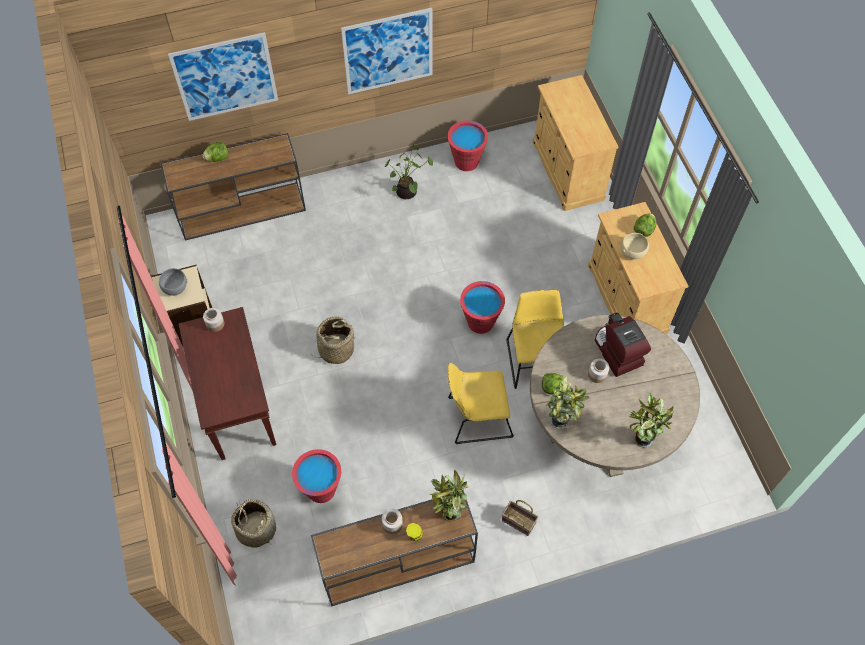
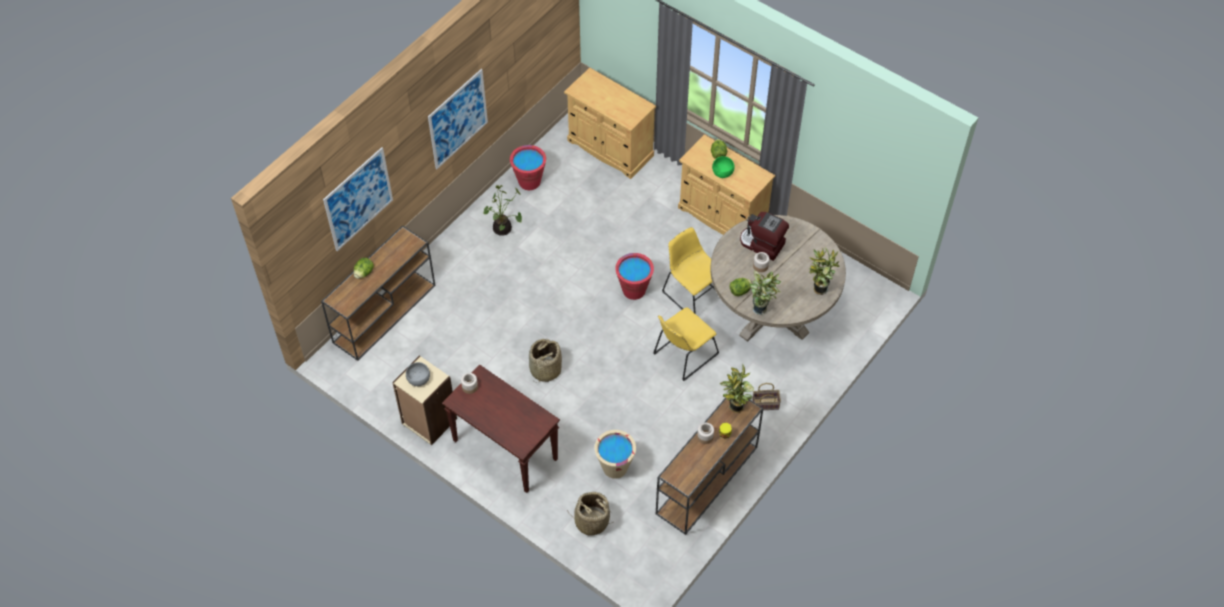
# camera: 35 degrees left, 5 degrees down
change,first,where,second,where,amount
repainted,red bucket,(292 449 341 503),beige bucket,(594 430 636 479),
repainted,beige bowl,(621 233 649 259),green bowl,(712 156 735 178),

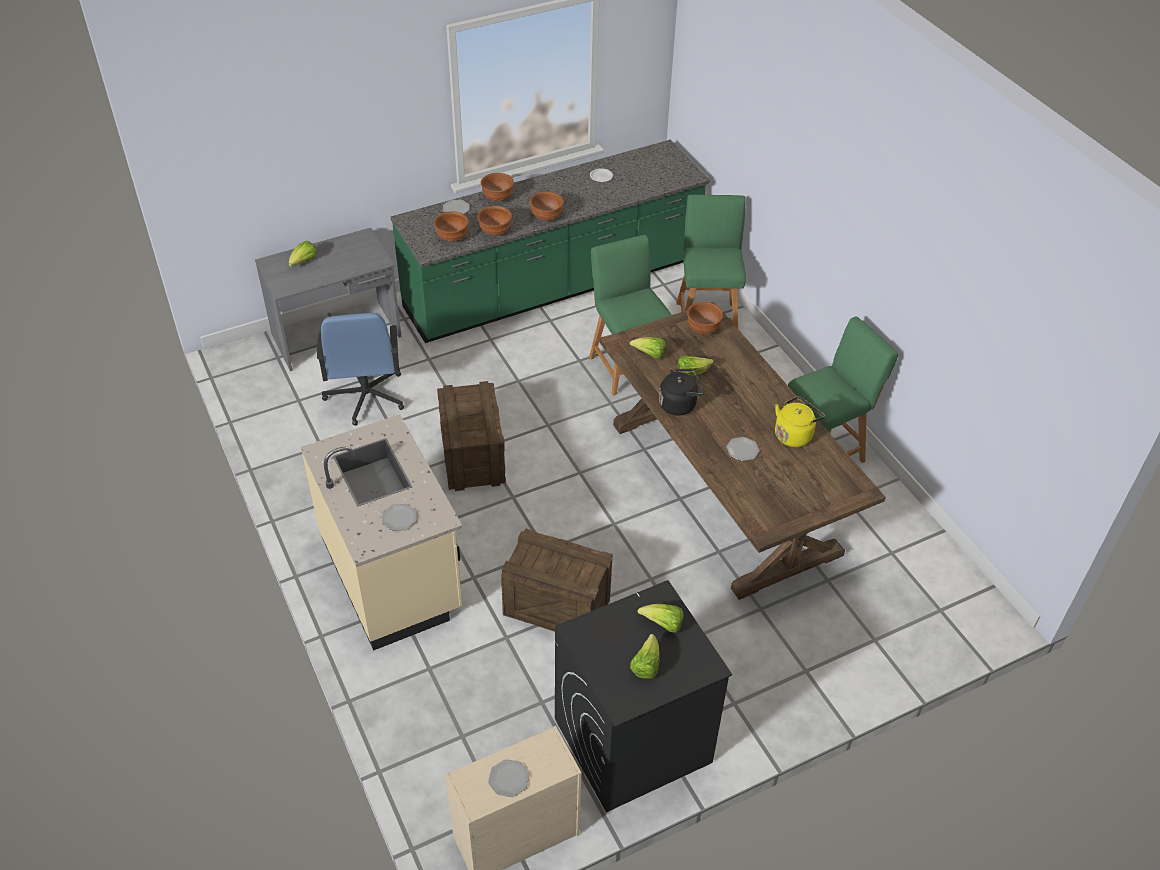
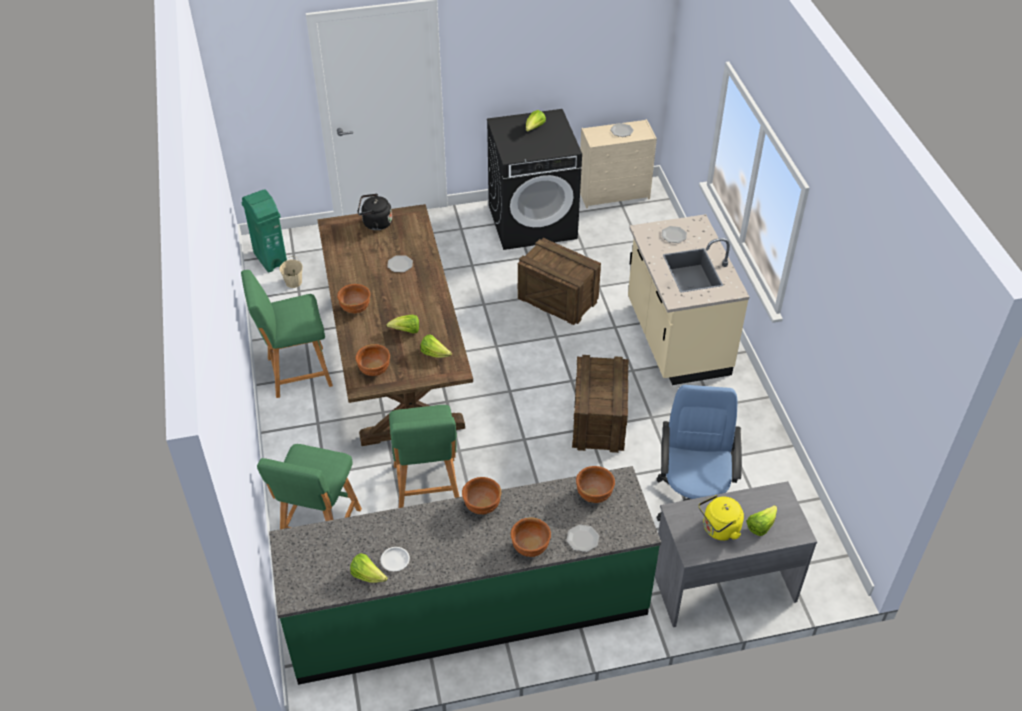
# camera: 165 degrees left, 0 degrees up
change,first,where,second,where,amount
new,,,green trash can,(241 189 287 273),
new,,,beige bucket,(280 257 303 288),
shifted,brown bowl,(478 206 512 236),,(337 284 370 314),
shifted,lettuce,(638 604 684 633),,(350 553 388 583),
shifted,black kettle,(659 369 704 416),,(358 194 392 230),
shifted,yellow kettle,(775 396 825 447),,(699 495 744 541),

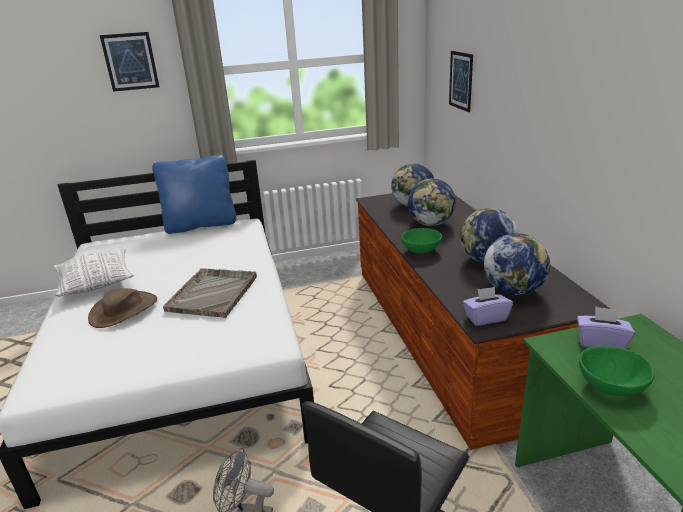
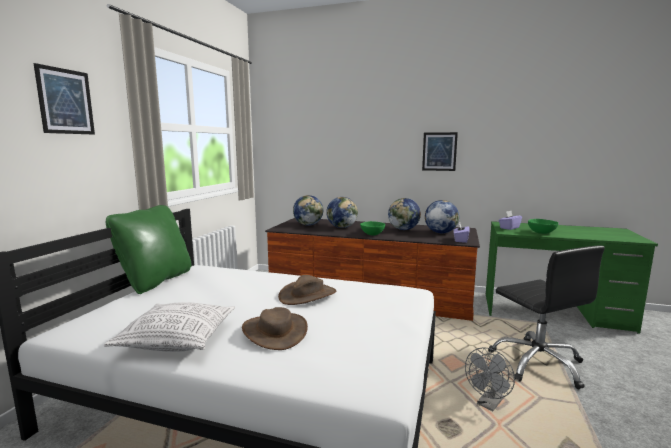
# camera: 60 degrees left, 15 degrees down
change,first,where,second,where,amount
shifted,picture,(449 51 473 112),,(422 132 458 171),
swapped,grey tray,(163 268 257 318),brown hat,(278 275 337 305),
repainted,blue pillow,(152 155 236 234),green pillow,(106 205 192 294),

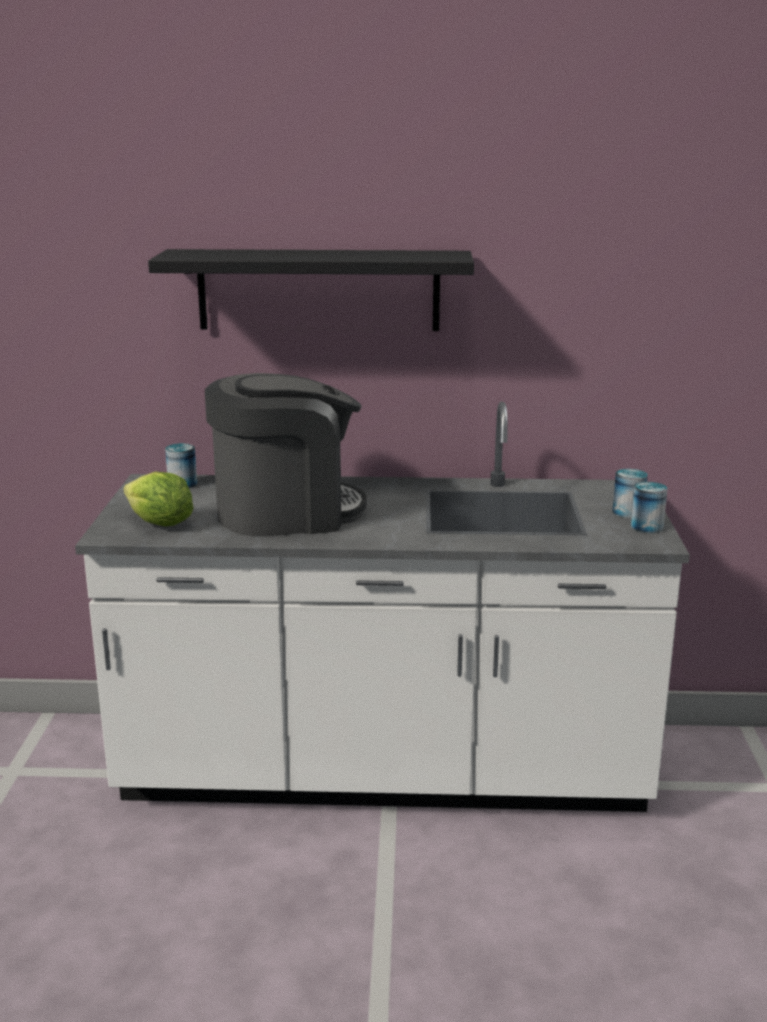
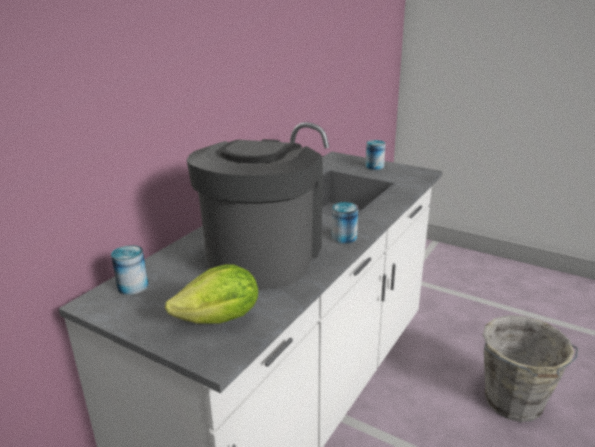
# camera: 60 degrees left, 5 degrees up
change,first,where,second,where,amount
gone,black shelf,(148 249 474 331),,,
new,,,grey bucket,(483 315 578 422),
shifted,can,(631 482 667 533),,(332 202 358 244),

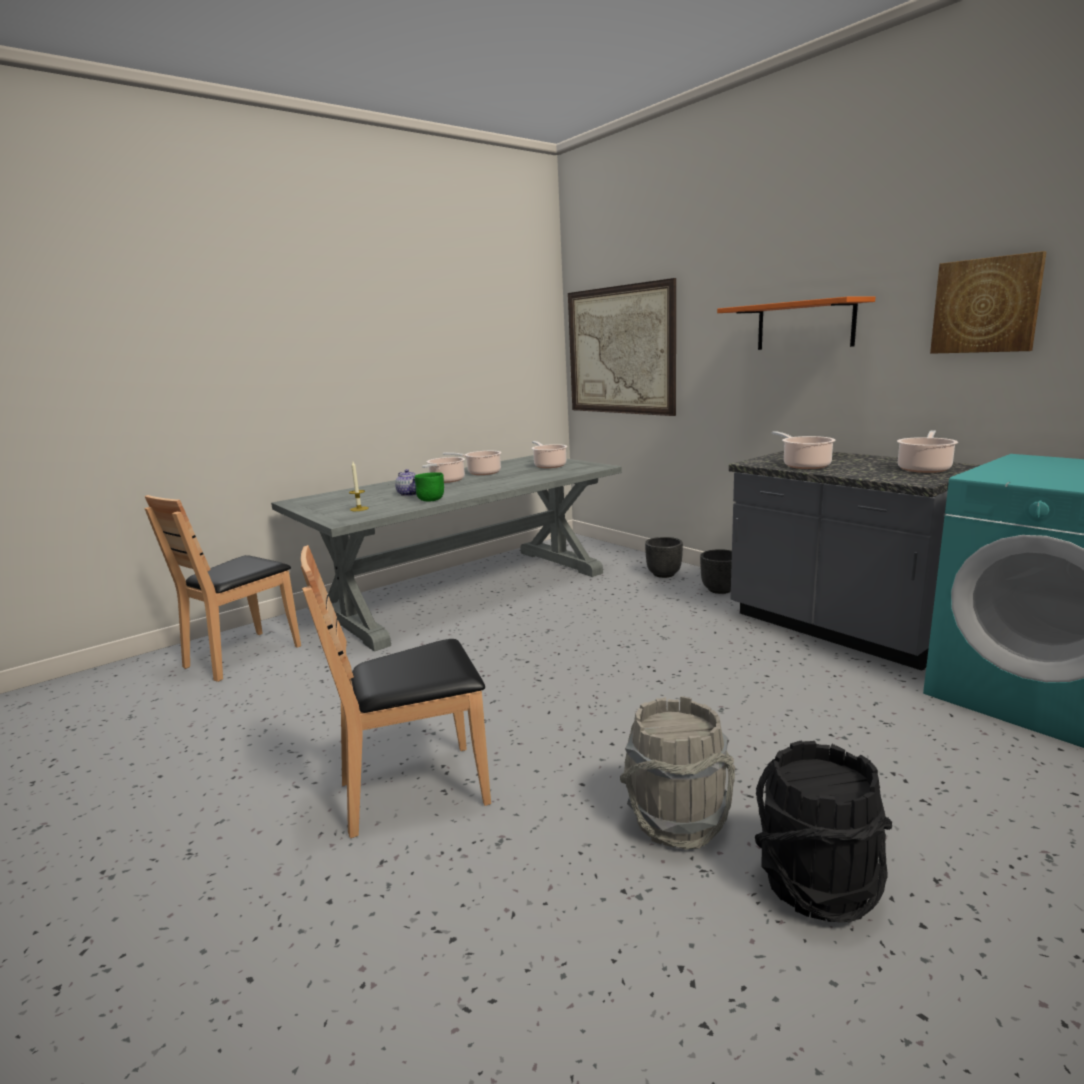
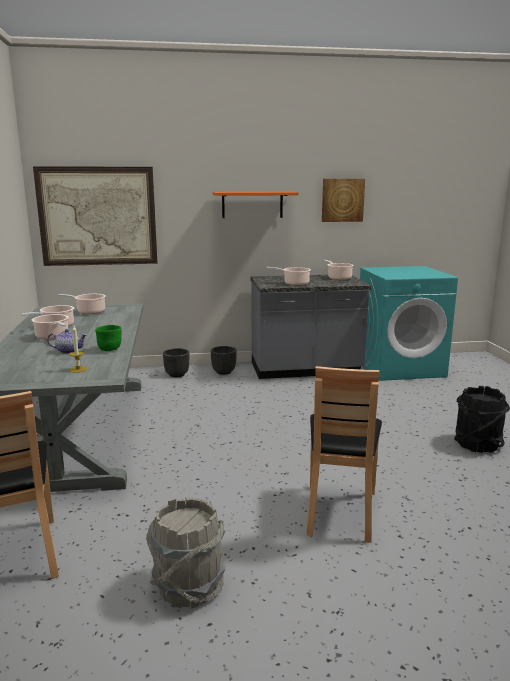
# camera: 60 degrees left, 0 degrees up
change,first,where,second,where,amount
shifted,grey bucket,(620 696 735 849),,(146 498 226 609),

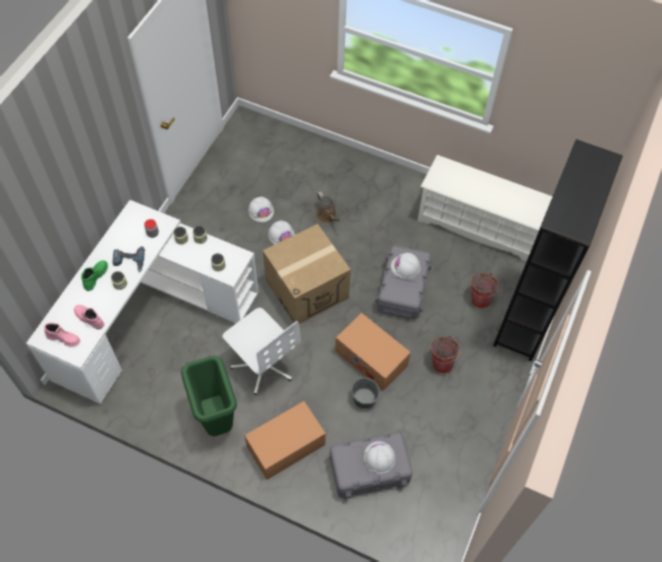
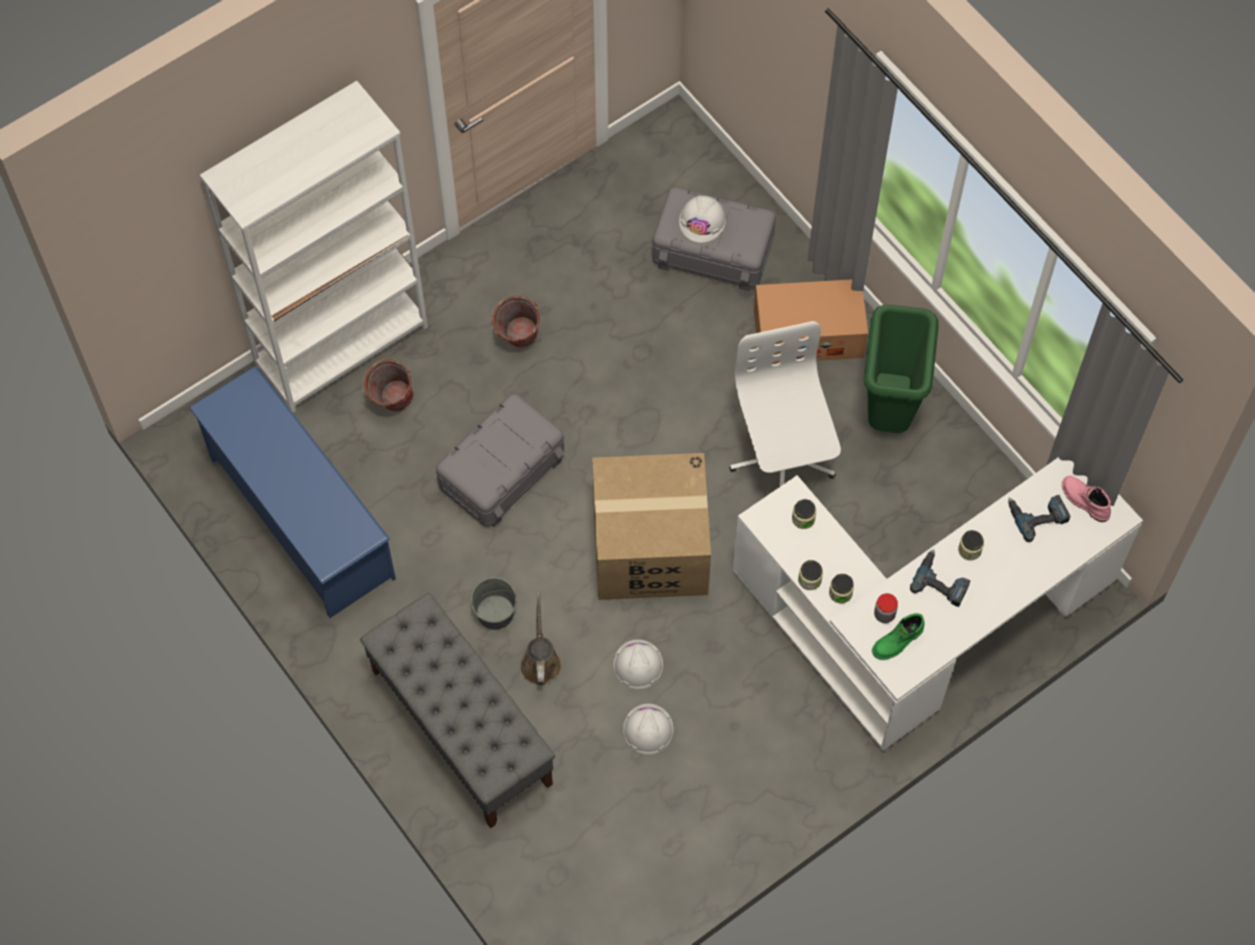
# camera: 150 degrees left, 5 degrees up
change,first,where,second,where,amount
gone,cardboard box,(335 313 411 391),,,
gone,white hard hat,(391 253 421 279),,,
new,,,grey bench,(360 593 555 828),
shifted,green boot,(81 260 108 291),,(872 613 925 660),
shifted,grey bucket,(351 378 380 409),,(471 577 517 630),
swapped,pink boot,(74 305 104 329),power drill,(1008 495 1071 542),
repainted,white shoe rack,(418 155 553 262),blue shoe rack,(189 366 396 618),
repainted,black bookcase,(493 139 623 361),white bookcase,(200 81 428 413),

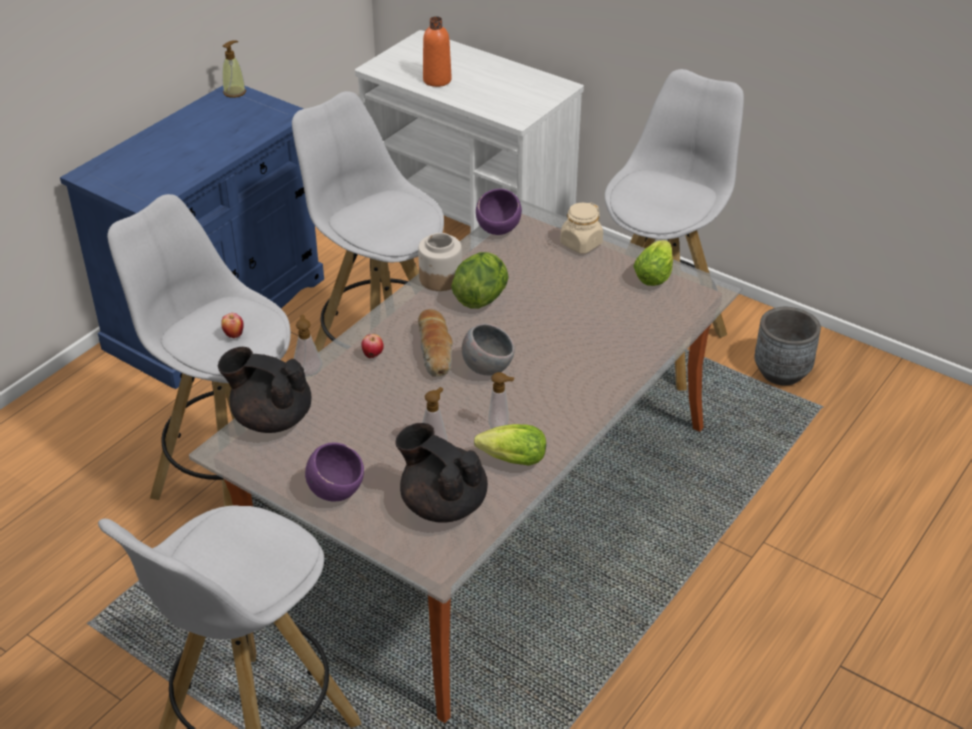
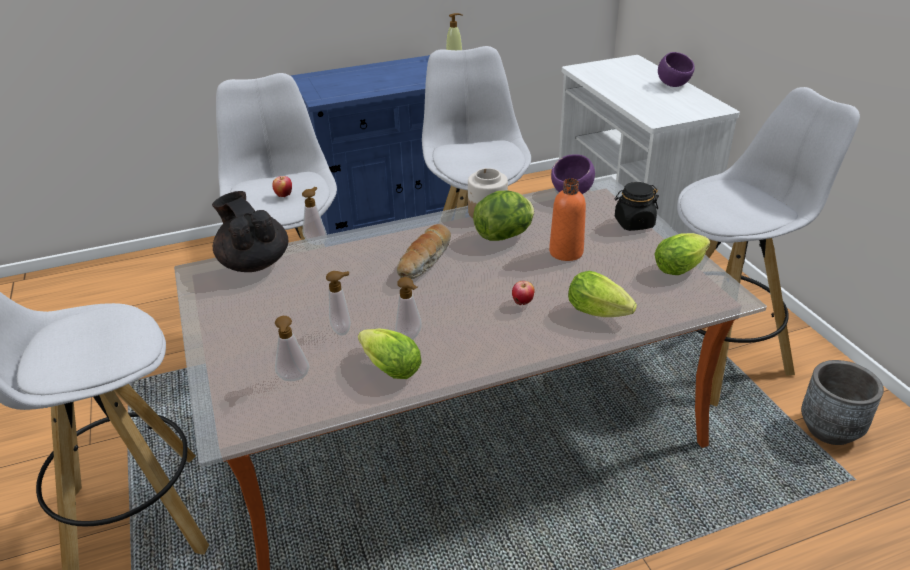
# camera: 35 degrees right, 5 degrees down
change,first,where,second,where,amount
gone,grey bowl,(462 324 514 376),,,
new,,,lettuce,(568 271 637 317),
shifted,purple bowl,(305 442 364 502),,(658 52 695 87),
shifted,apple,(361 334 384 358),,(512 281 535 305),
shifted,orange bottle,(423 16 452 87),,(549 178 586 261),
swapped,black teapot,(396 423 488 523),soap dispenser,(275 316 309 381),
repainted,beige jar,(560 202 603 254),black jar,(615 182 659 231),

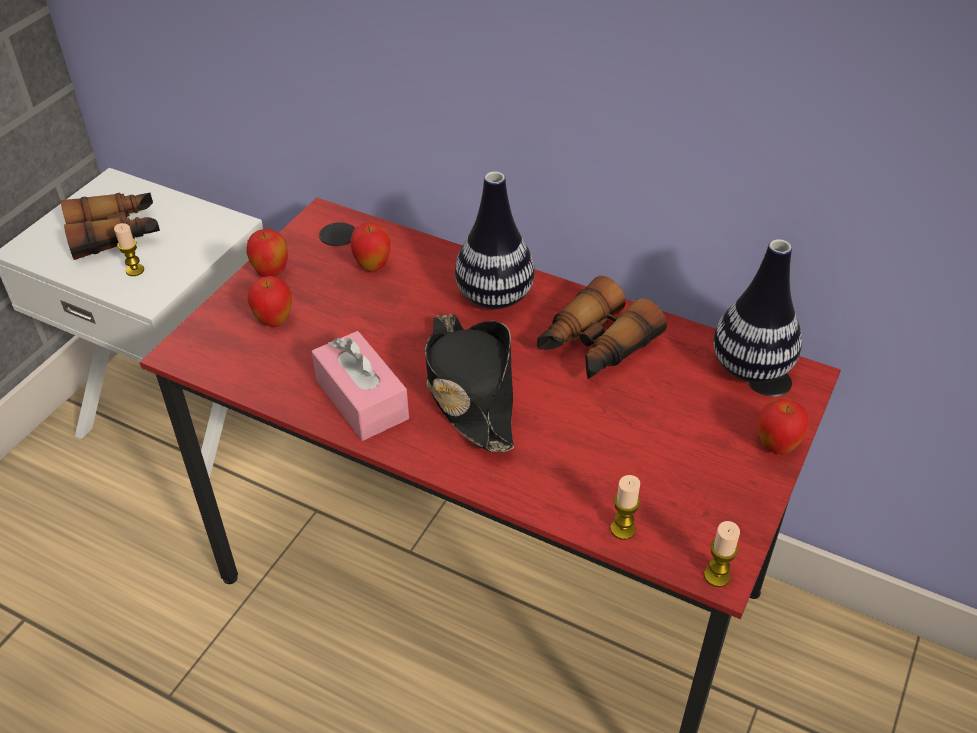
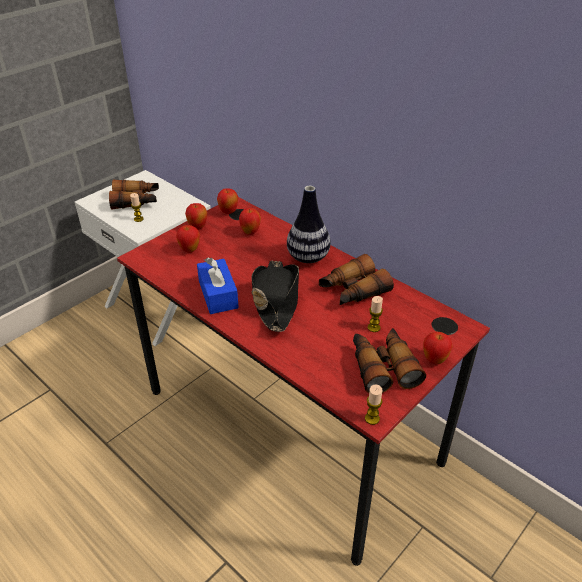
# camera: 15 degrees right, 5 degrees down
change,first,where,second,where,amount
gone,vase,(713 239 802 383),,,
new,,,apple,(217 188 238 214),
new,,,binoculars,(353 328 426 393),
shifted,candle,(610 475 640 540),,(368 296 383 332),
repainted,pink tissue box,(311 331 409 441),blue tissue box,(197 258 239 314),

